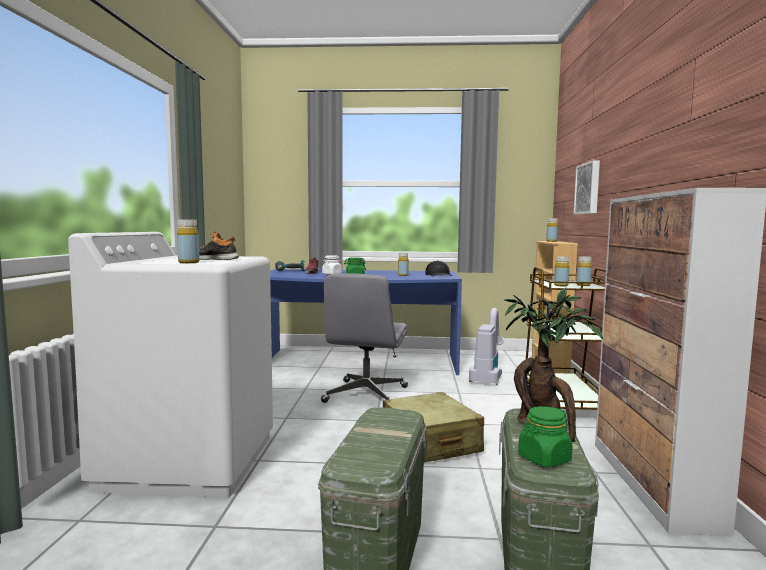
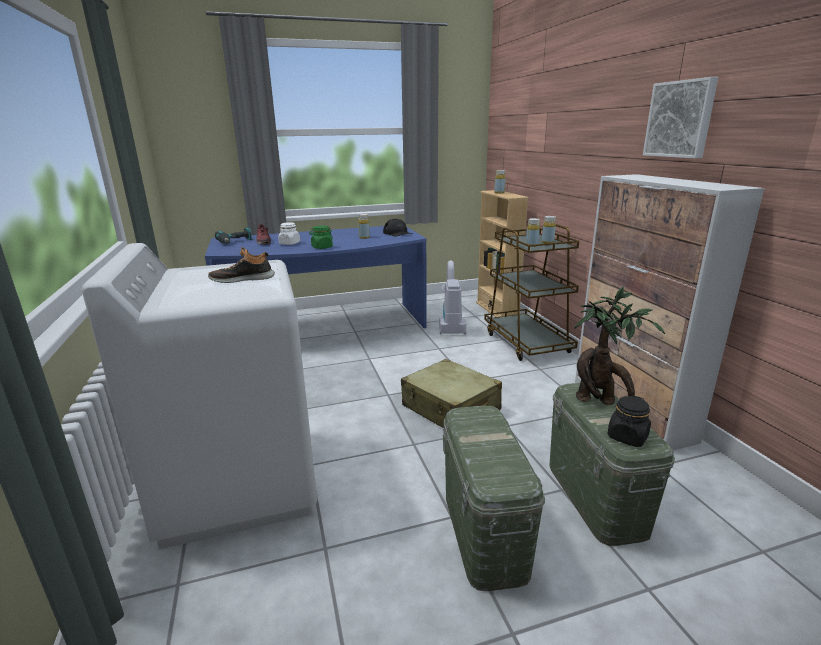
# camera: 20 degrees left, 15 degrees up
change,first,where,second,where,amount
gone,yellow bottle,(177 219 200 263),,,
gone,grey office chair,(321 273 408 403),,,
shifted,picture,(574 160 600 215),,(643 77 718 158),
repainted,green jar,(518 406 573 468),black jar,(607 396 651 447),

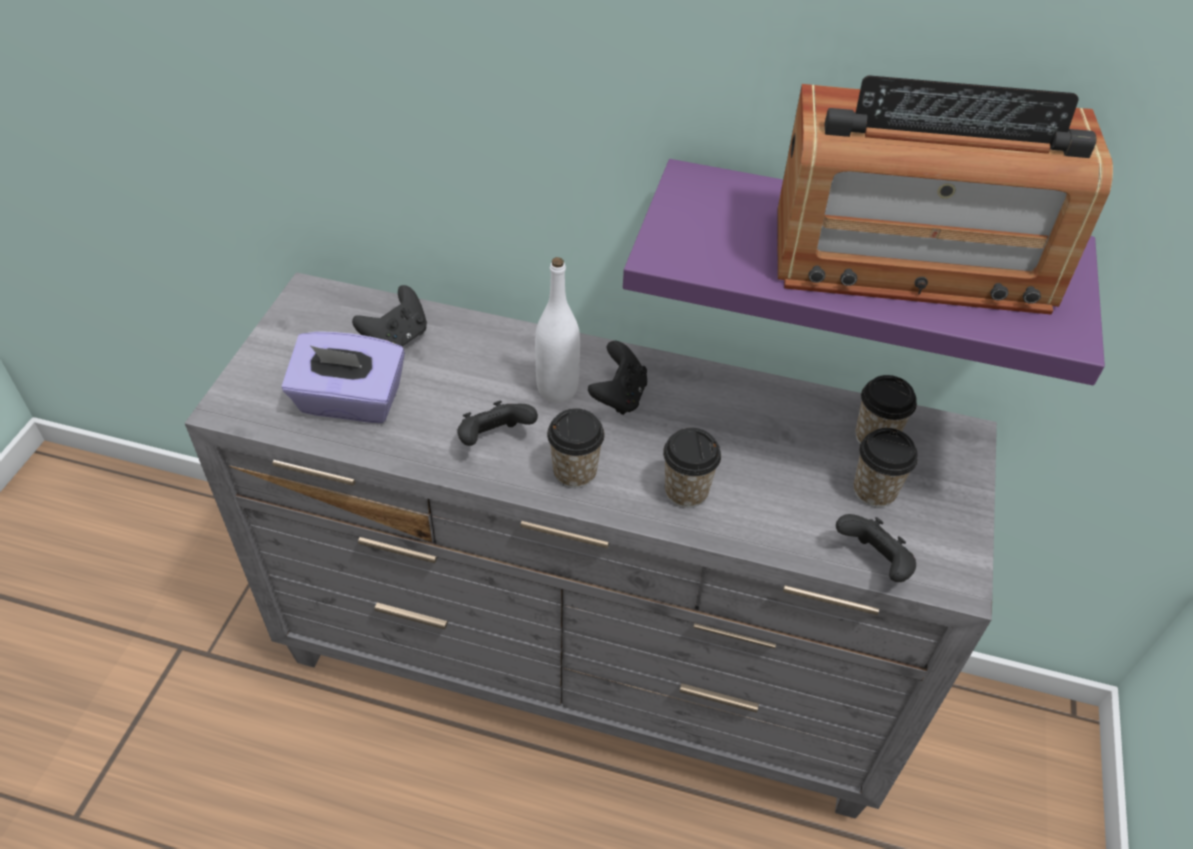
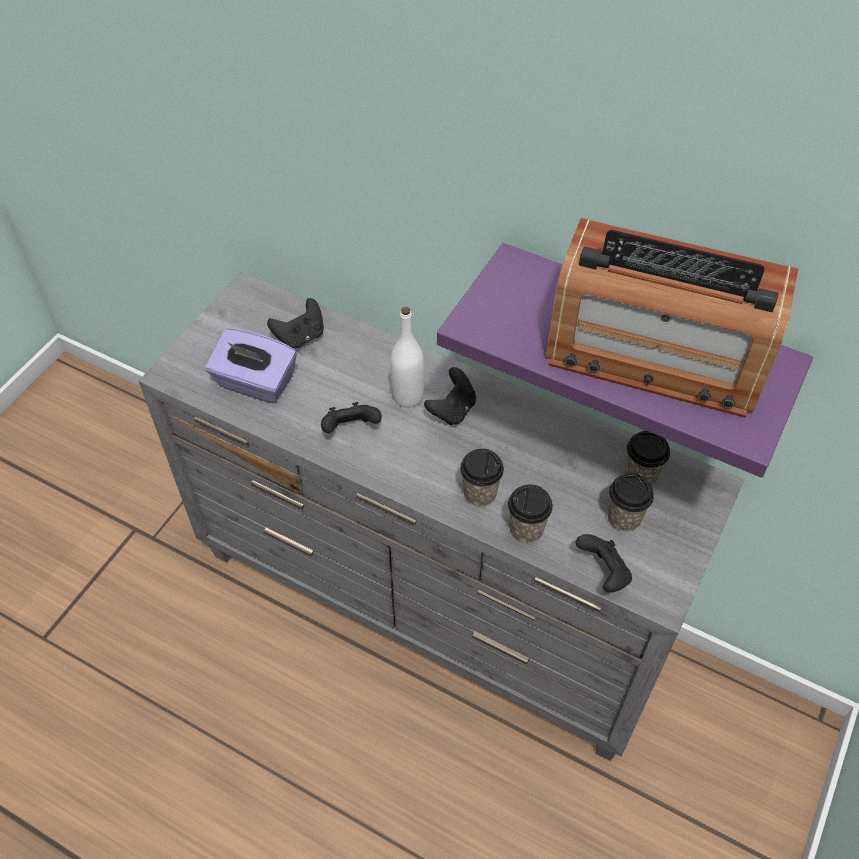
# camera: 15 degrees right, 5 degrees up
change,first,where,second,where,amount
shifted,cup,(547 408 605 488),,(508 484 553 543),

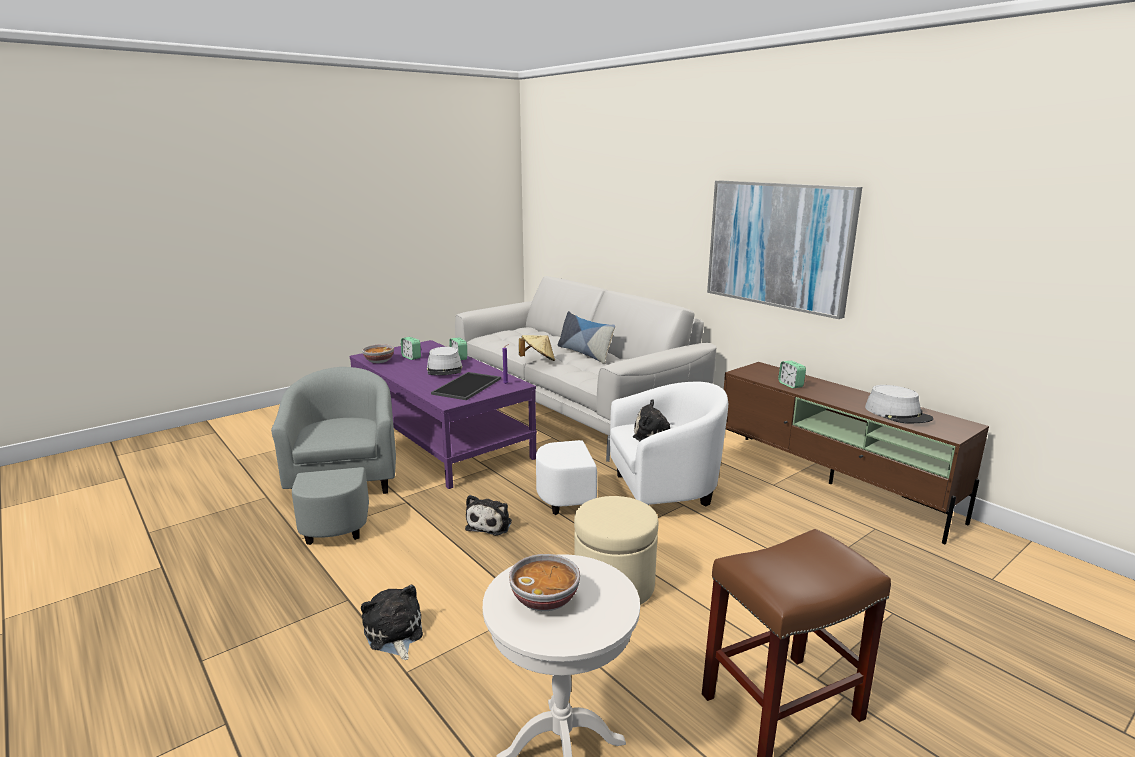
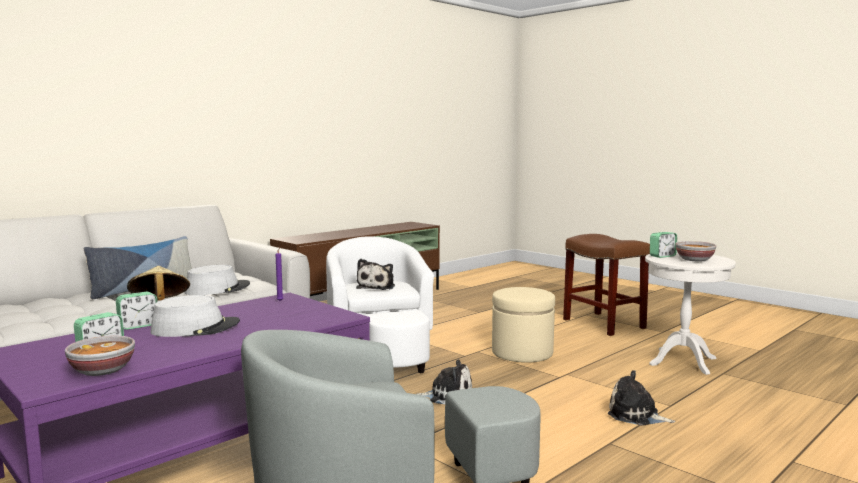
# camera: 95 degrees left, 10 degrees down
change,first,where,second,where,amount
gone,tray,(431 372 501 400),,,
gone,picture,(707 181 862 319),,,
shifted,alarm clock,(778 361 806 388),,(650 232 677 258),
shifted,grey hat,(865 385 933 423),,(184 265 250 295),
rotated,plush toy,(361 585 423 660),,(608 370 675 426),60 degrees clockwise

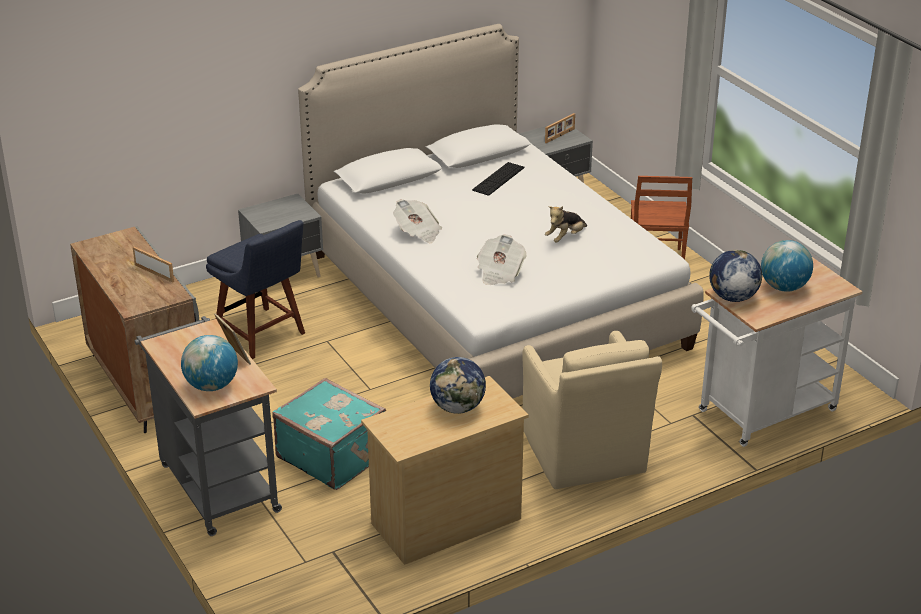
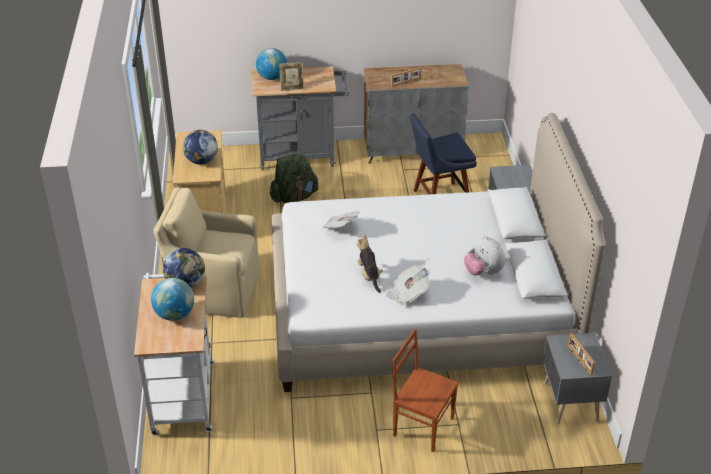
# camera: 115 degrees right, 5 degrees up
change,first,where,second,where,amount
shifted,newspaper,(393 199 442 243),,(386 265 430 305),
swapped,turquoise suitcase,(272 378 386 490),green backpack,(270 153 318 203),
swapped,keyboard,(472 162 525 196),plush toy,(464 236 505 276),

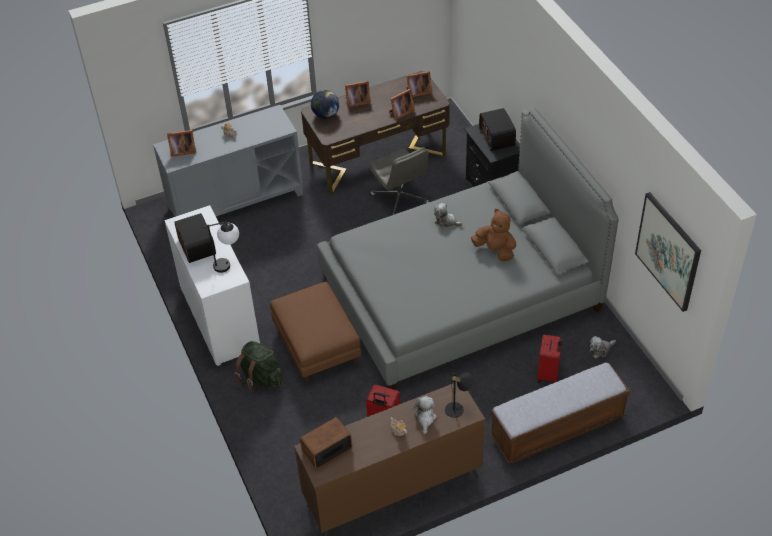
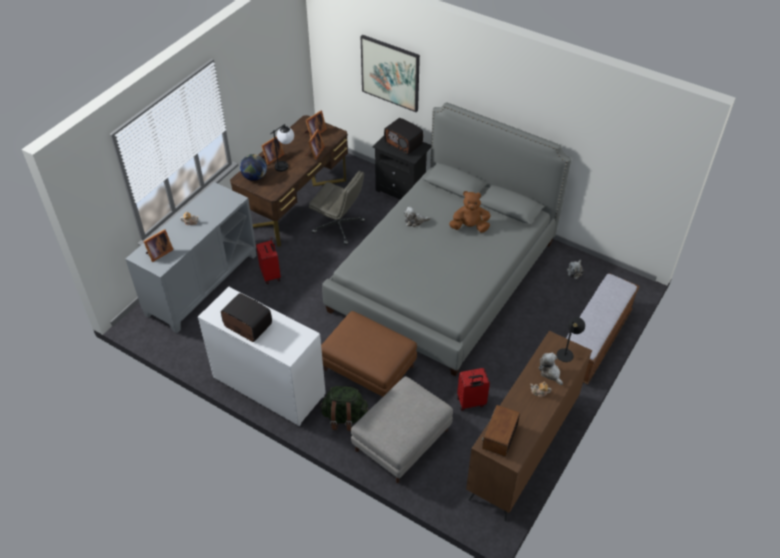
# camera: 35 degrees left, 0 degrees up
change,first,where,second,where,amount
new,,,grey ottoman,(351 376 453 483),
shifted,table lamp,(202 221 239 273),,(270 124 294 172),
shifted,red suitcase,(537 334 563 384),,(256 237 281 284),
shifted,picture,(635 192 701 312),,(361 35 420 112),

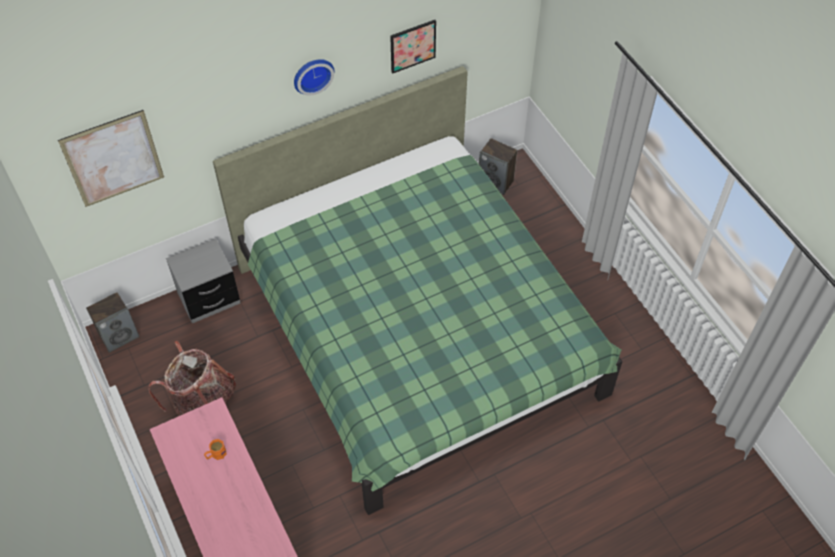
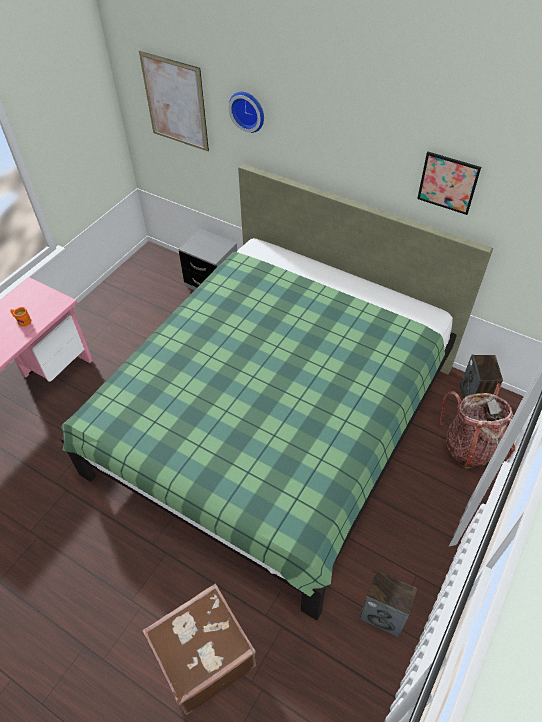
# camera: 60 degrees right, 5 degrees down
change,first,where,second,where,amount
new,,,brown suitcase,(142 584 256 715),
shifted,speaker,(86 292 139 353),,(359 571 417 637),
shifted,backpack,(148 341 236 416),,(440 383 515 469),
shifted,wall clock,(294 59 334 95),,(229 92 264 133),

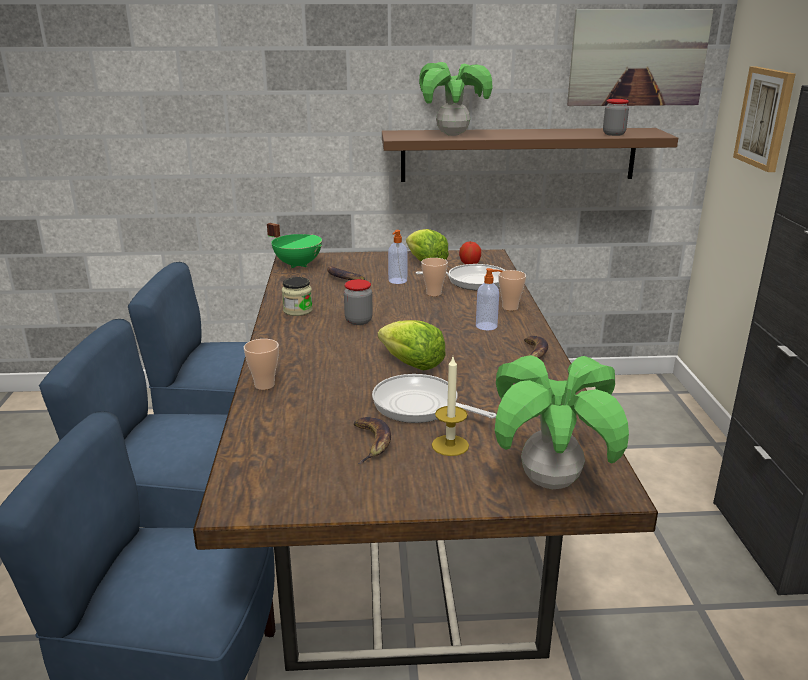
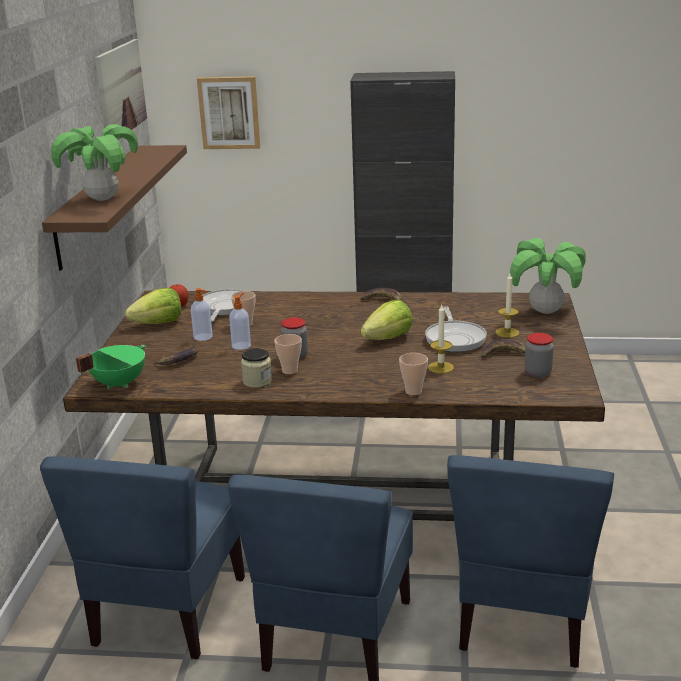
# camera: 80 degrees left, 0 degrees up
change,first,where,second,where,amount
new,,,candle,(428 305 454 374),
shifted,soap dispenser,(476 268 503 330),,(229 293 251 350),
shifted,cup,(498 270 526 311),,(274 334 302 374),
shifted,jar,(603 99 629 136),,(525 333 554 377),
rotated,frying pan,(372 374 496 423),,(425 306 487 352),45 degrees counterclockwise

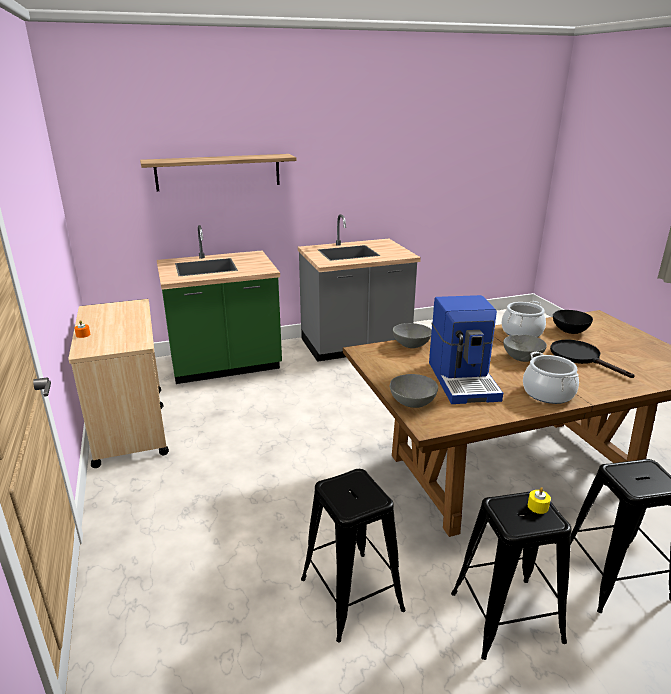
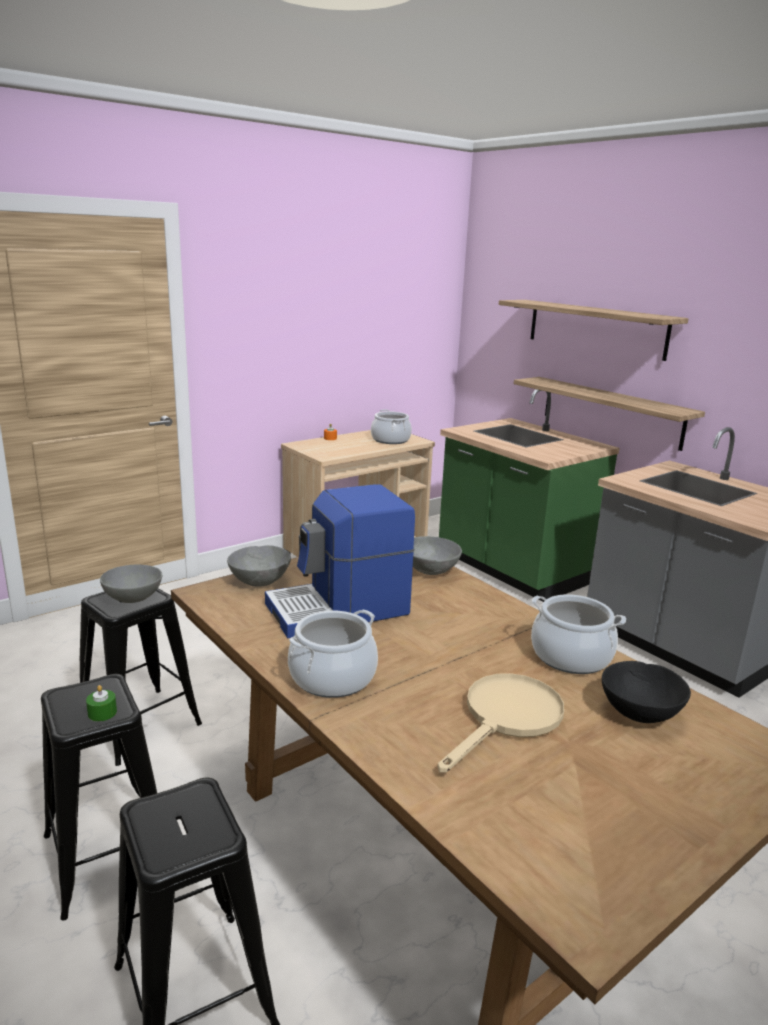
# camera: 70 degrees right, 5 degrees down
change,first,where,second,where,amount
new,,,cooking pot,(371 409 412 444),
new,,,shelf,(514 377 705 451),
shifted,grey bowl,(503 335 547 362),,(100 565 162 603),
repainted,yellow candle,(528 487 551 514),green candle,(86 685 117 721),
repainted,black frying pan,(550 340 635 378),beige frying pan,(438 673 564 773),

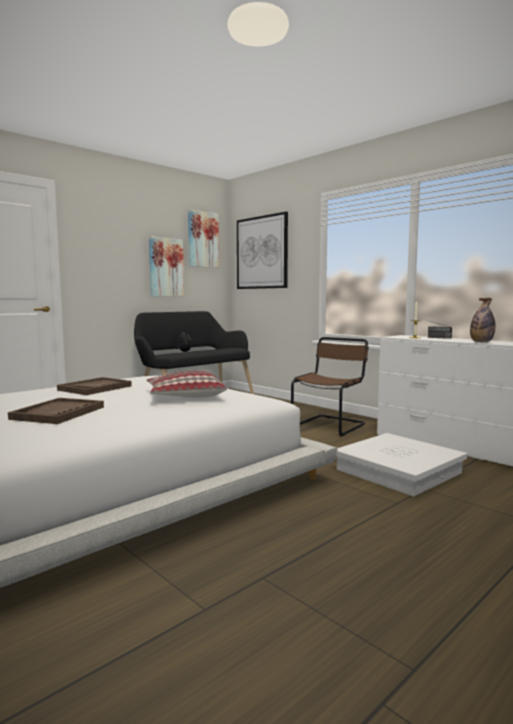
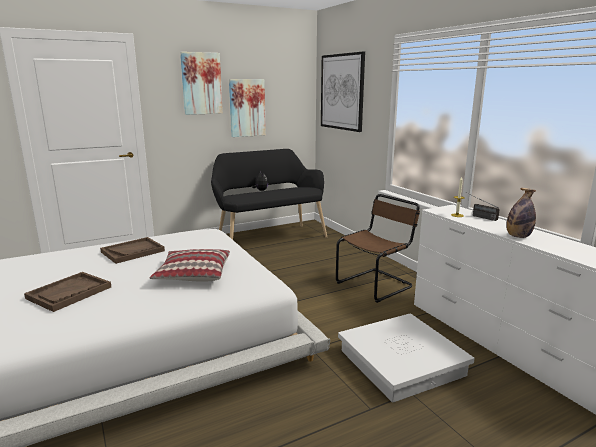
# camera: 15 degrees right, 10 degrees up
change,first,where,second,where,amount
shifted,picture,(188 209 219 268),,(180 52 223 115),

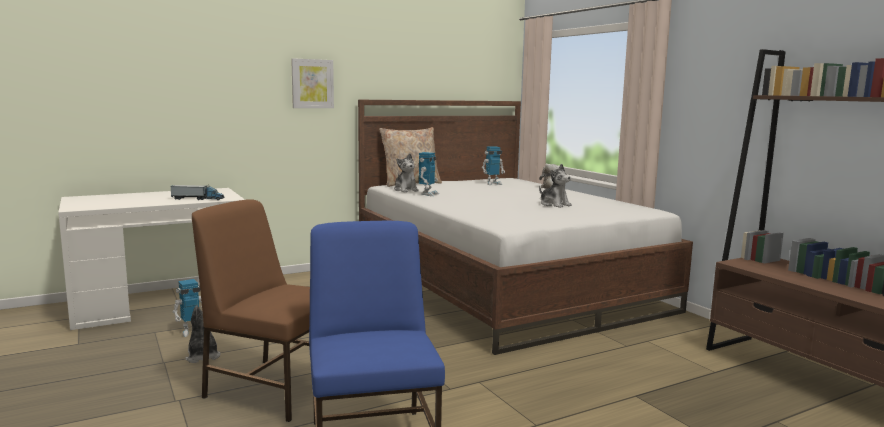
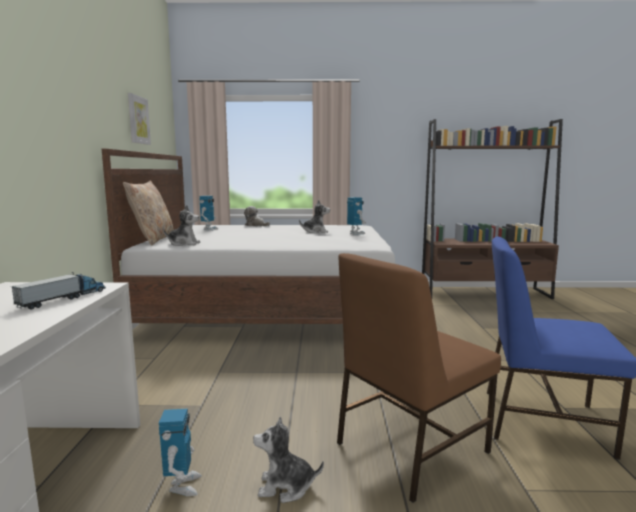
# camera: 60 degrees left, 0 degrees up
change,first,where,second,where,amount
shifted,picture,(291 58 334 108),,(128 93 151 145),
shifted,toy robot,(419 152 439 196),,(347 197 366 235),

